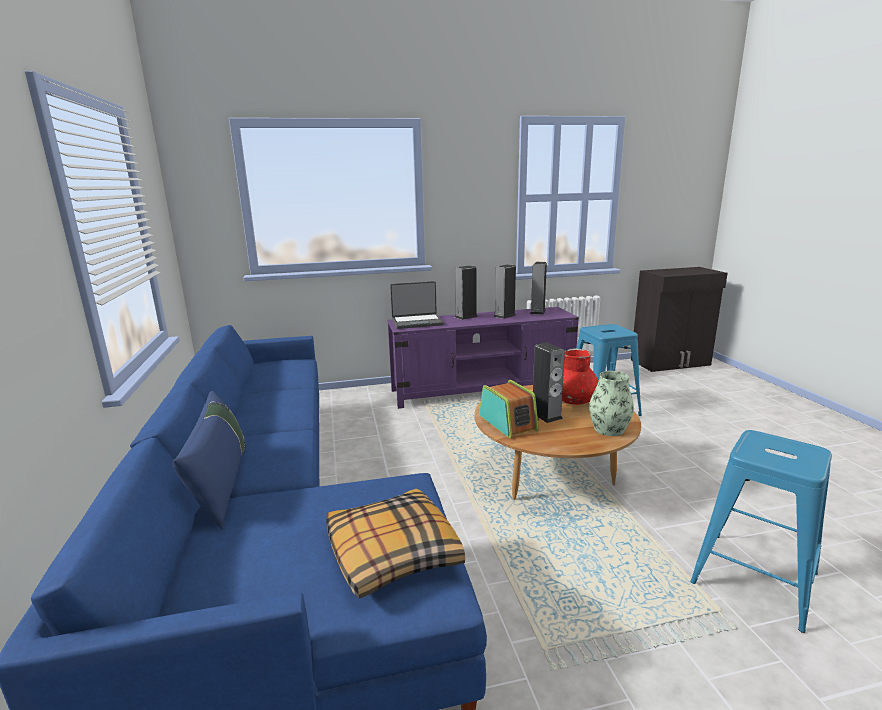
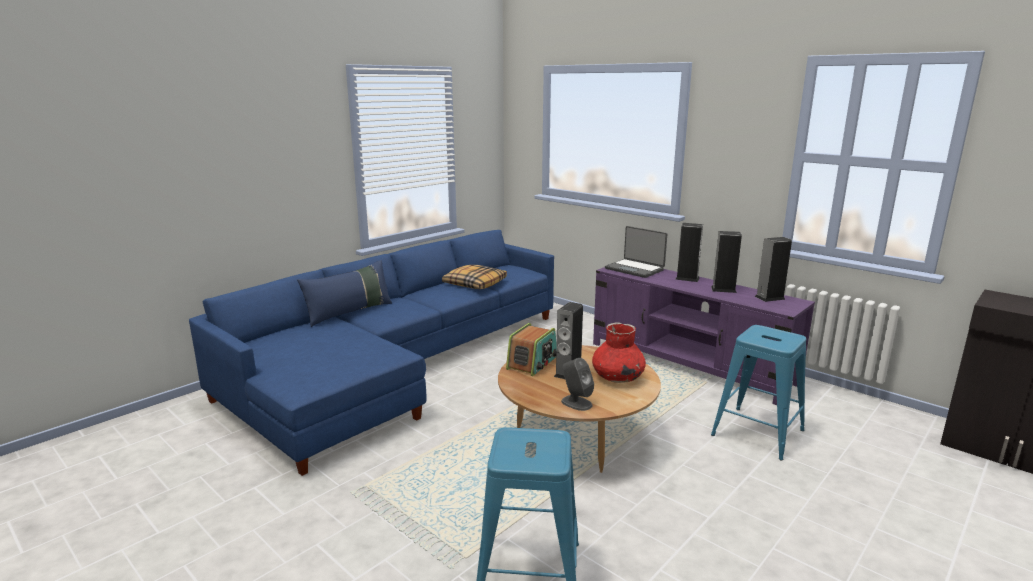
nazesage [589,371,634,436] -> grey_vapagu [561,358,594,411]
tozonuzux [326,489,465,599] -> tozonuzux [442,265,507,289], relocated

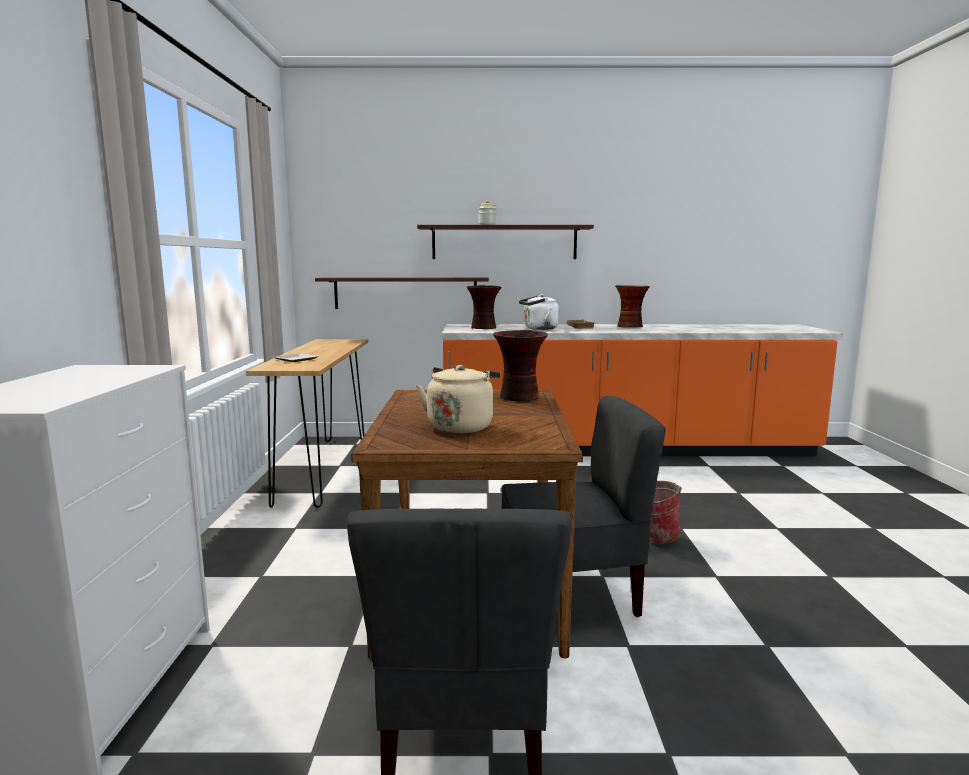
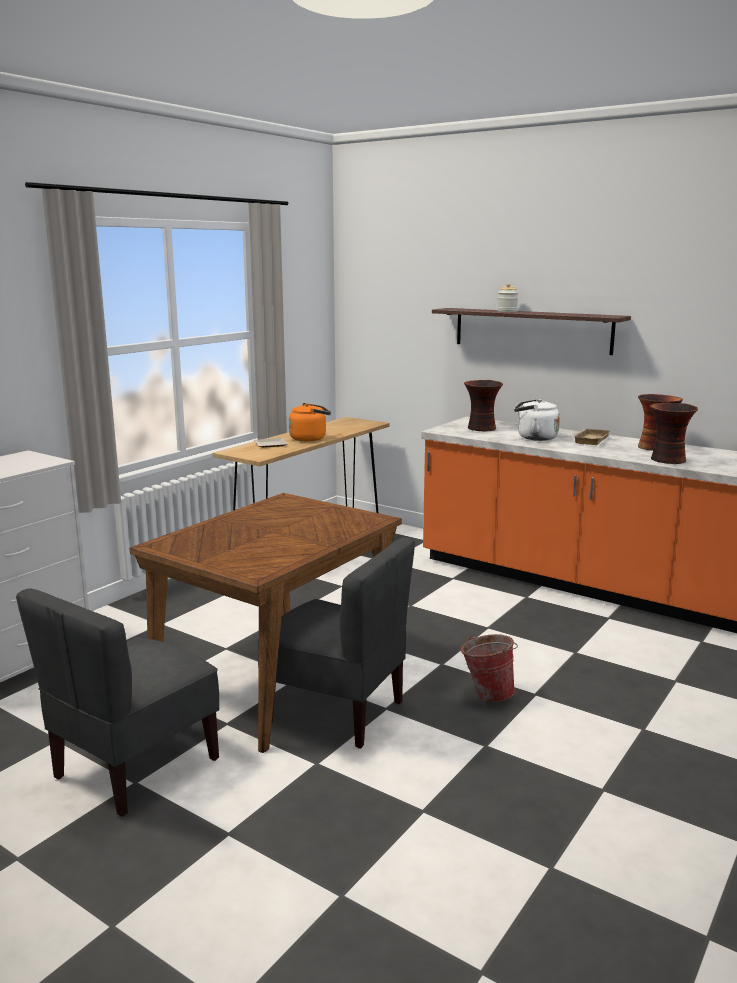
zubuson [315,277,489,309] -> none
nazesage [493,330,548,402] -> nazesage [650,403,698,464], relocated
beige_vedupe [416,365,500,433] -> none
none -> orange_vedupe [289,403,331,441]

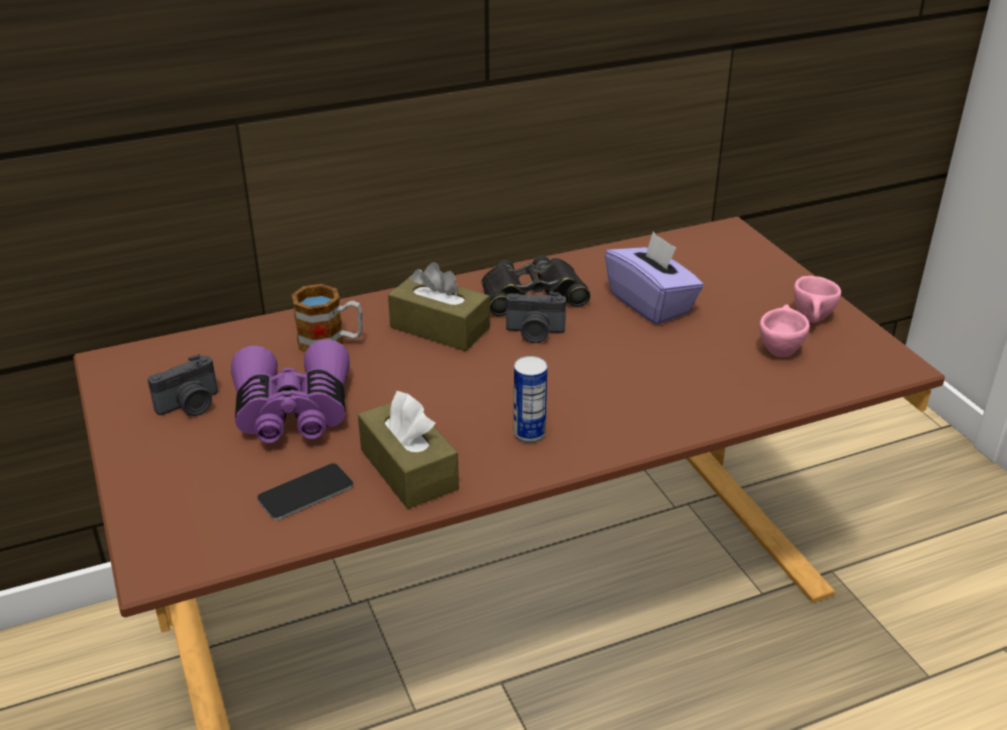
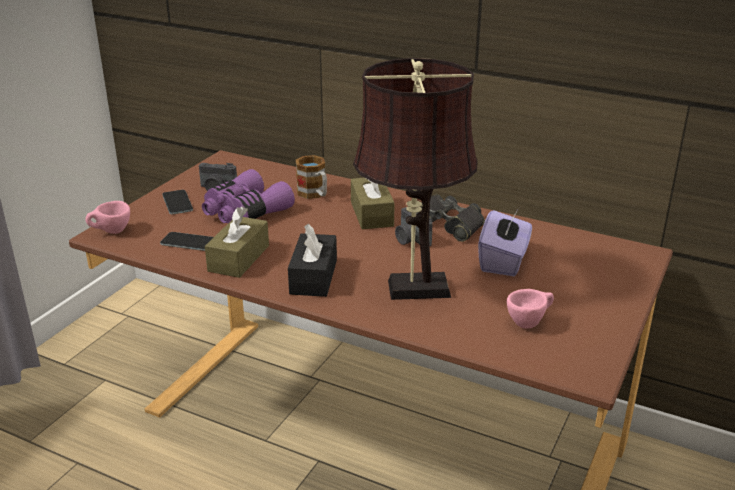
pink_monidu [794,276,841,323] -> pink_monidu [86,201,130,234], relocated
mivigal [514,356,547,443] -> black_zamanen [288,223,337,297]
none -> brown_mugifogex [353,58,478,300]
none -> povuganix [162,190,193,214]

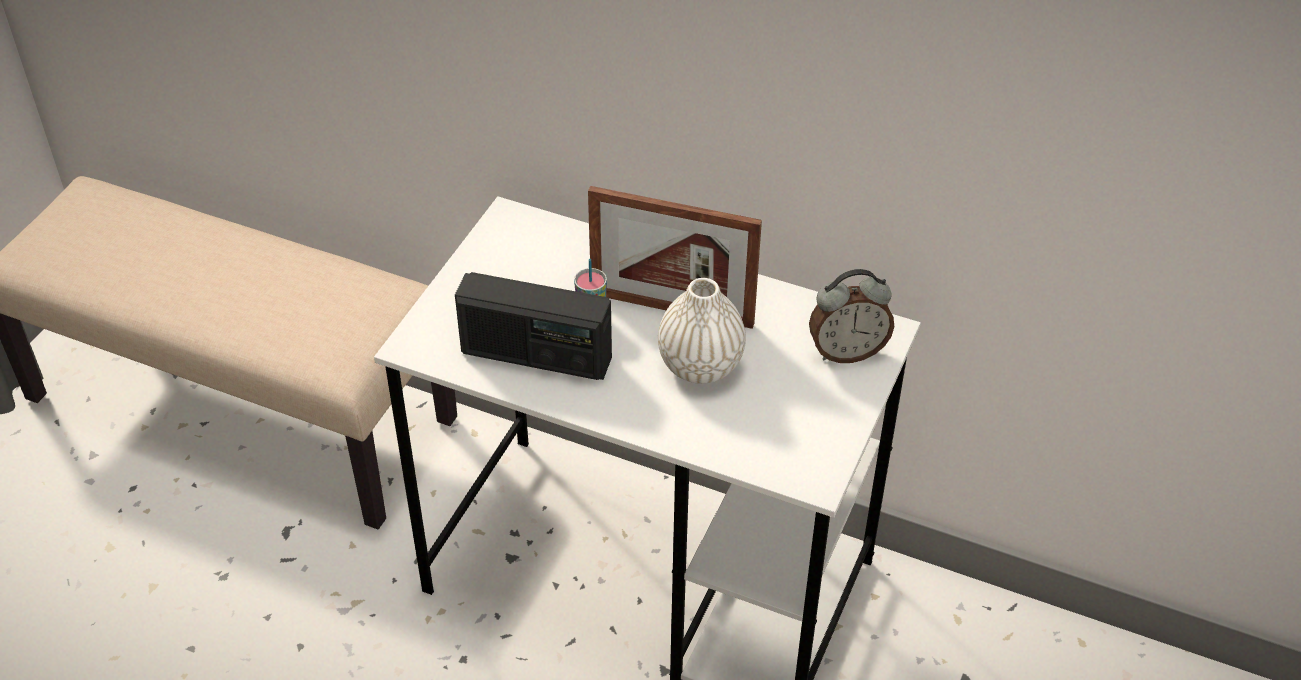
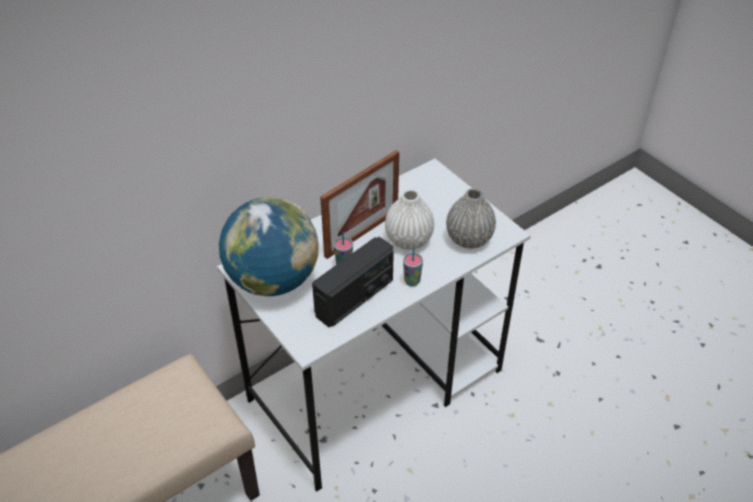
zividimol [809,269,894,363] -> none
none -> grey_nazesage [446,188,496,249]
none -> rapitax [219,197,319,296]
none -> monidu [403,248,423,287]

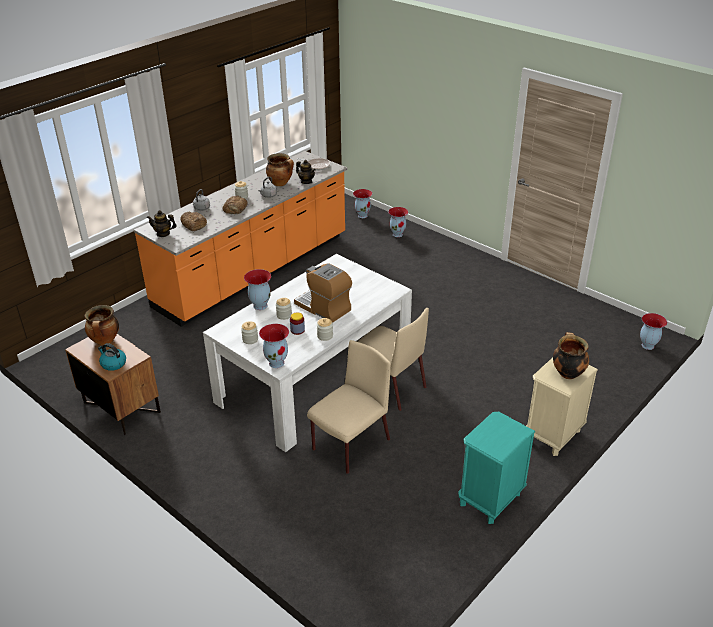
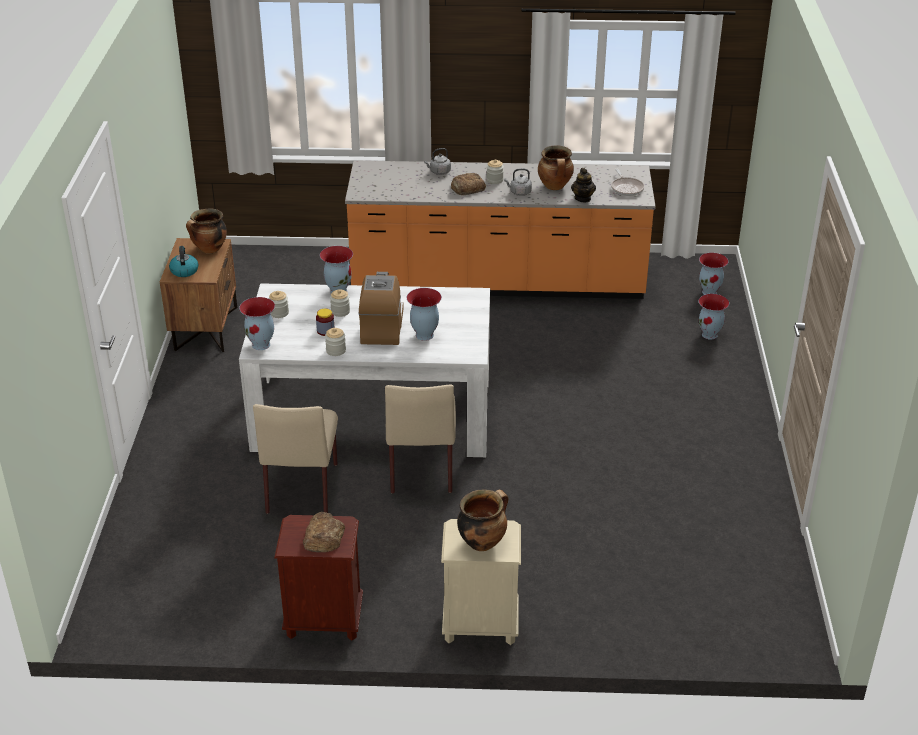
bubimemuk [147,210,177,237] -> none
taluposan [180,212,207,231] -> taluposan [303,512,345,552], relocated
nazesage [640,313,667,350] -> nazesage [407,288,442,341], relocated
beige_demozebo [307,340,391,474] -> beige_demozebo [253,404,338,514], 90 degrees clockwise
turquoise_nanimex [458,412,535,524] -> brown_nanimex [274,515,363,641]

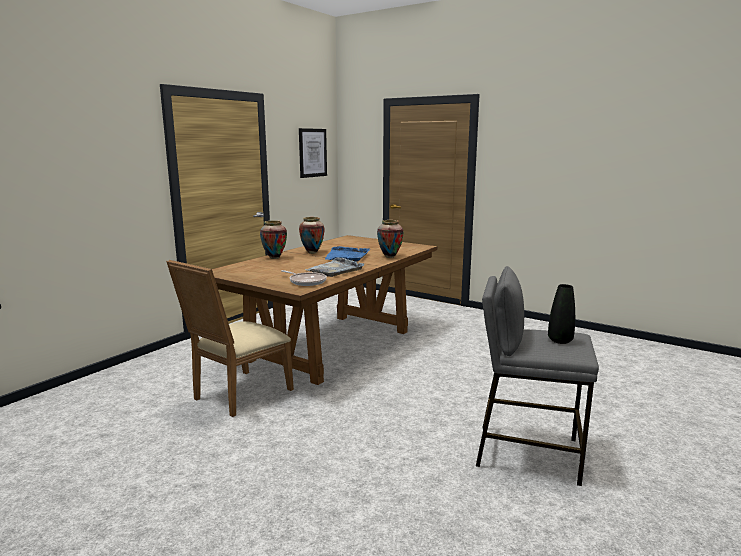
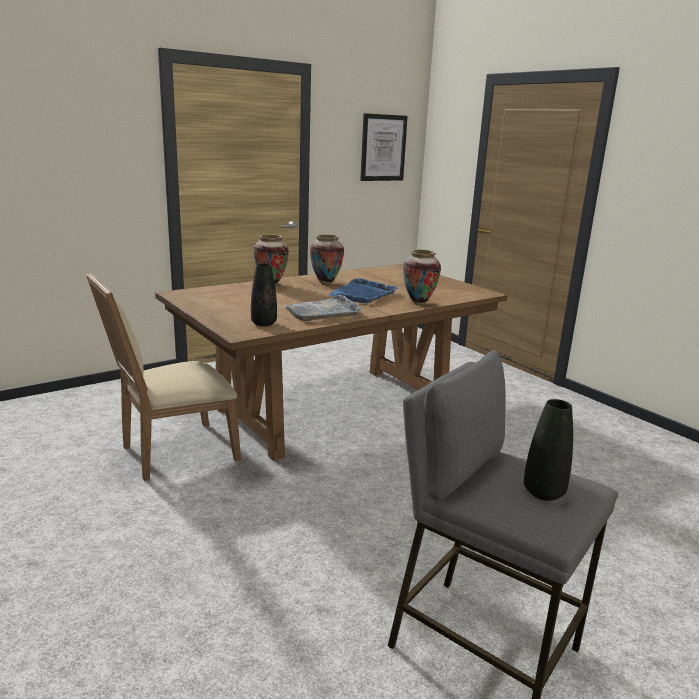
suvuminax [281,270,327,286] -> black_nazesage [251,264,277,326]

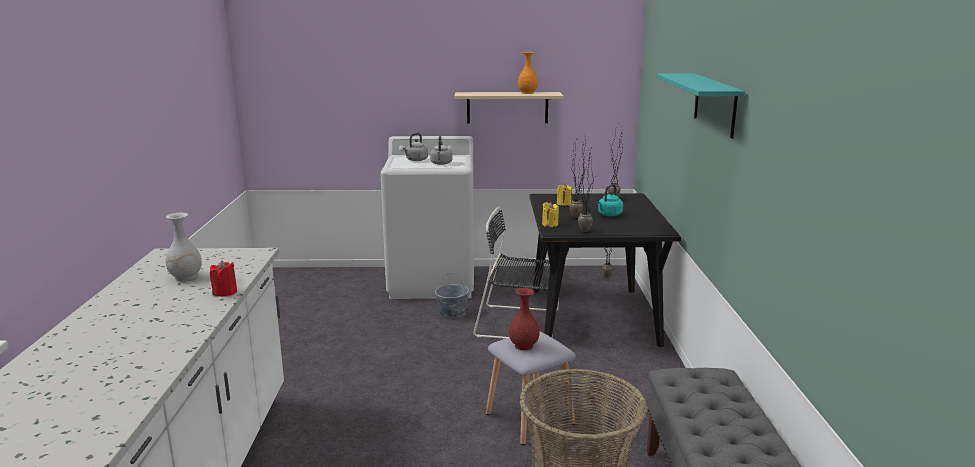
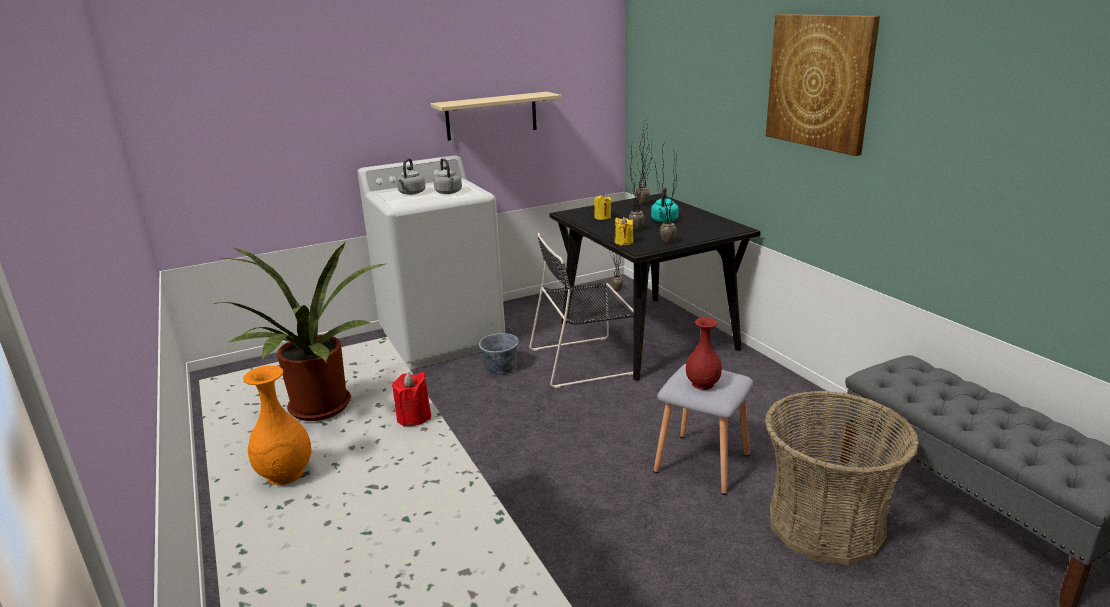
orange_nazesage [518,52,538,94] -> orange_nazesage [243,365,311,485], relocated
turquoise_zubuson [656,74,745,139] -> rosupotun [766,14,880,156]
white_nazesage [165,213,202,281] -> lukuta [214,242,385,421]

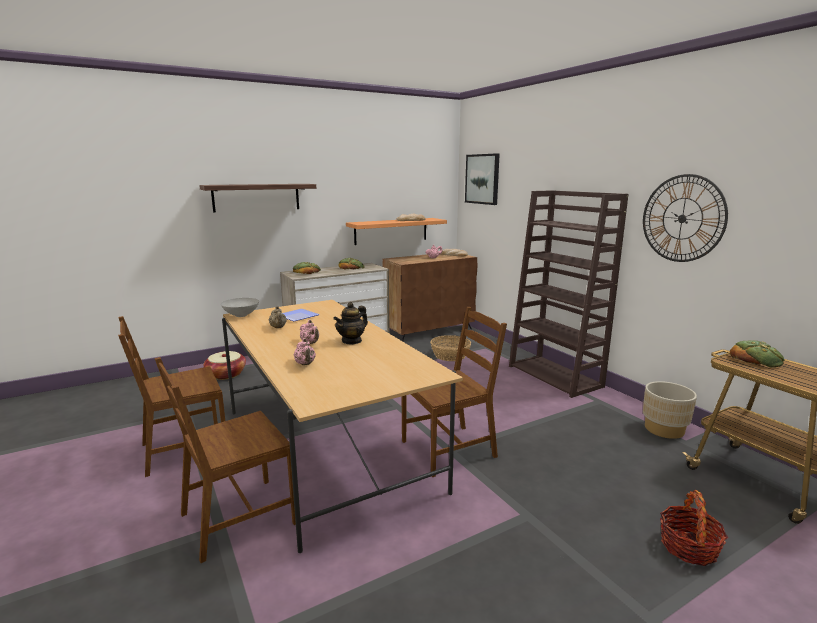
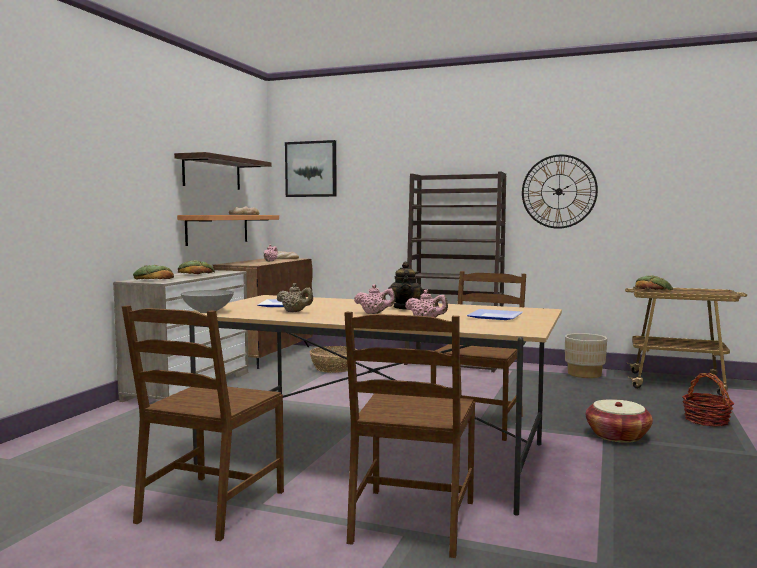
zubuson [199,184,316,213] -> zubuson [174,152,271,190], relocated
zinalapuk [204,351,246,380] -> zinalapuk [586,399,653,443], relocated
none -> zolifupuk [467,309,523,320]

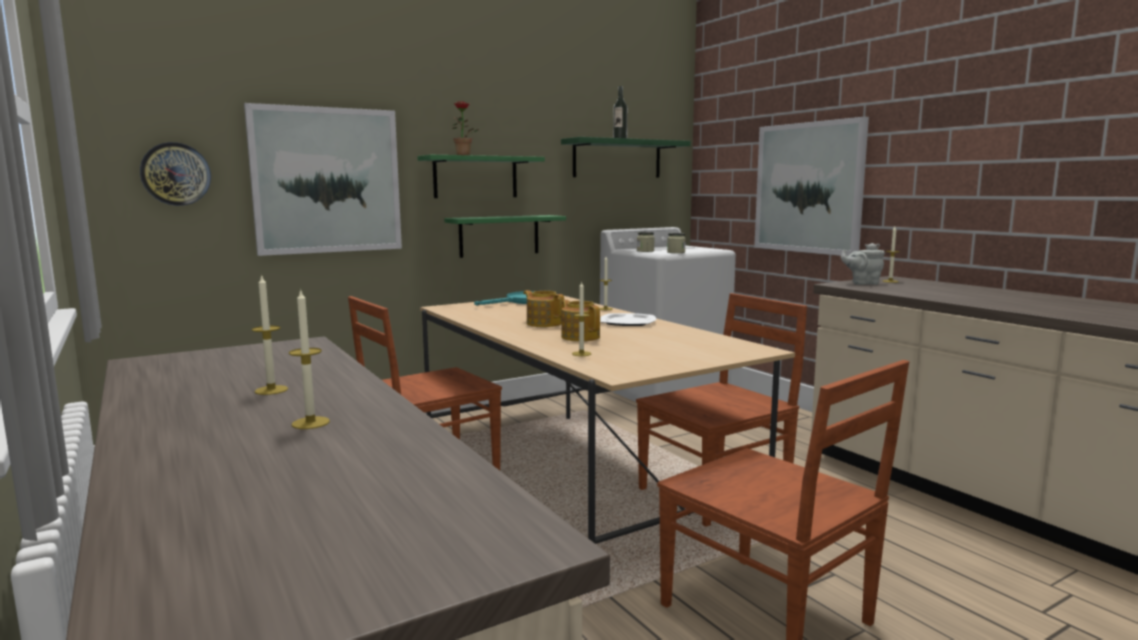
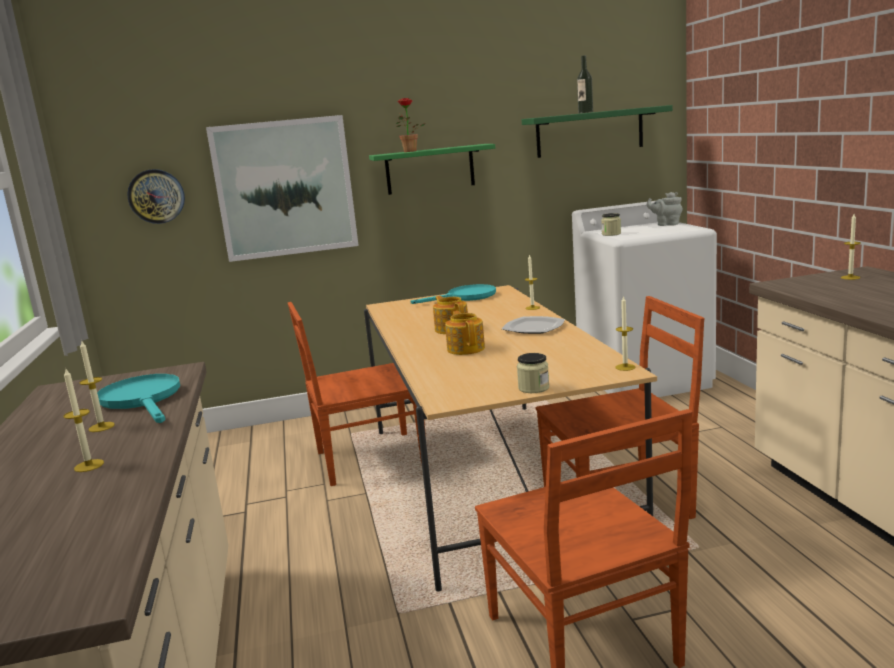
rosupotun [754,117,869,256] -> none
green_zubuson [444,215,566,258] -> none
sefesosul [667,233,686,253] -> sefesosul [517,353,549,393], relocated
grey_bubimemuk [841,243,885,285] -> grey_bubimemuk [647,192,683,226], relocated
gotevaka [572,281,591,356] -> gotevaka [615,295,635,371], relocated
none -> turquoise_suvuminax [97,374,180,423]

